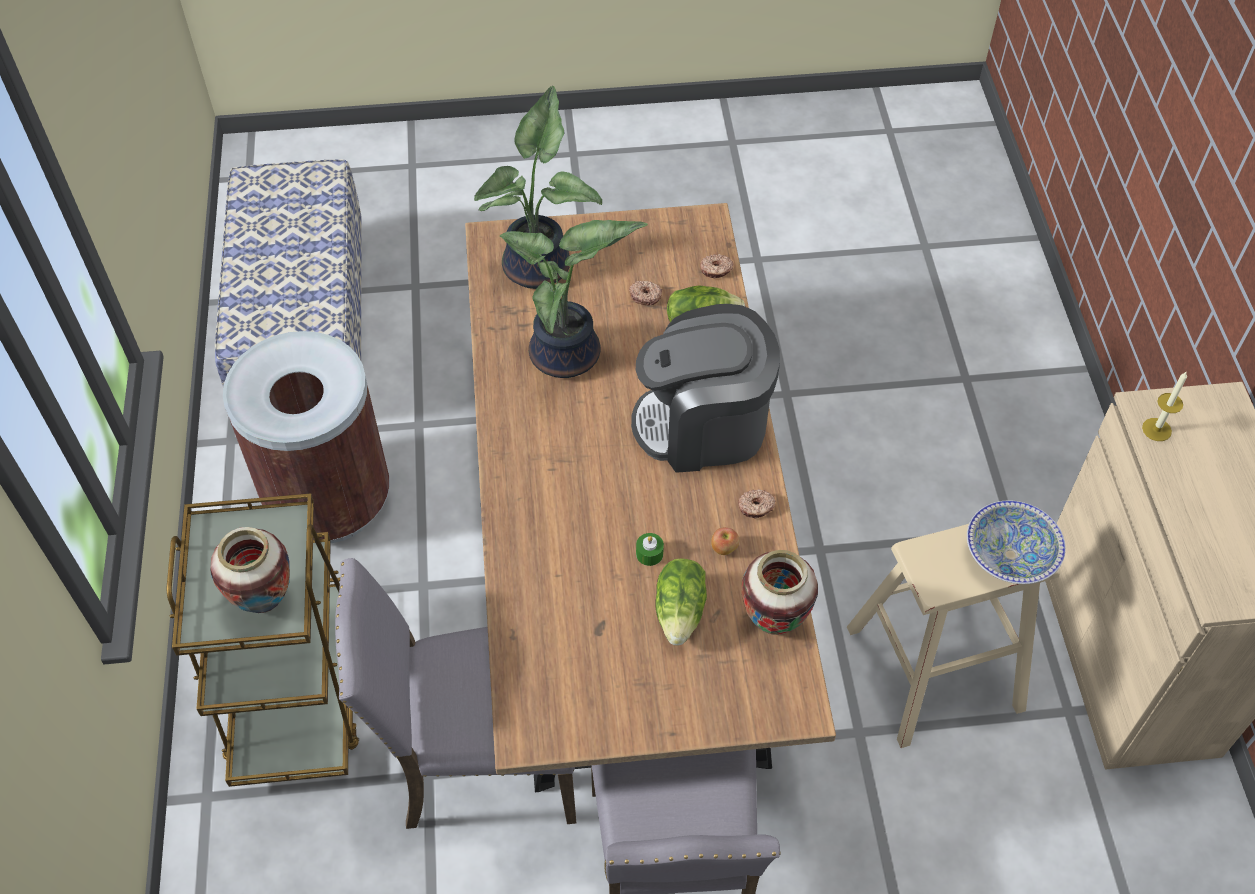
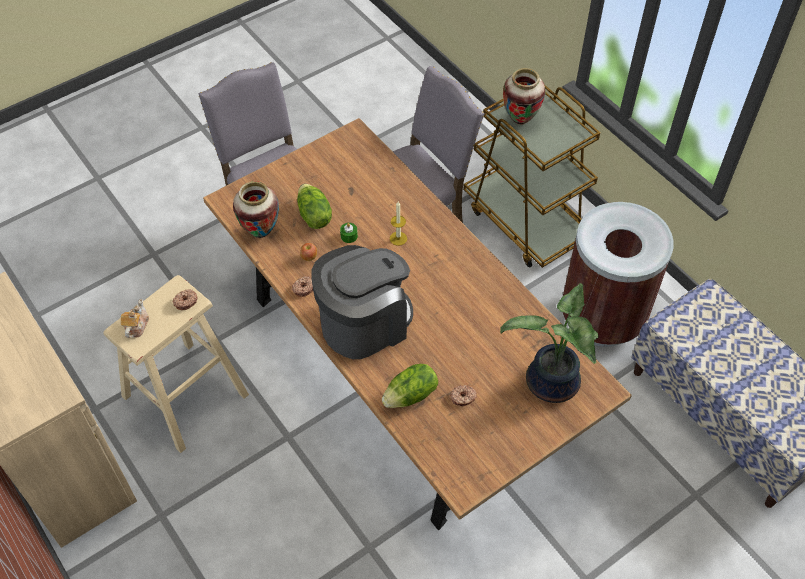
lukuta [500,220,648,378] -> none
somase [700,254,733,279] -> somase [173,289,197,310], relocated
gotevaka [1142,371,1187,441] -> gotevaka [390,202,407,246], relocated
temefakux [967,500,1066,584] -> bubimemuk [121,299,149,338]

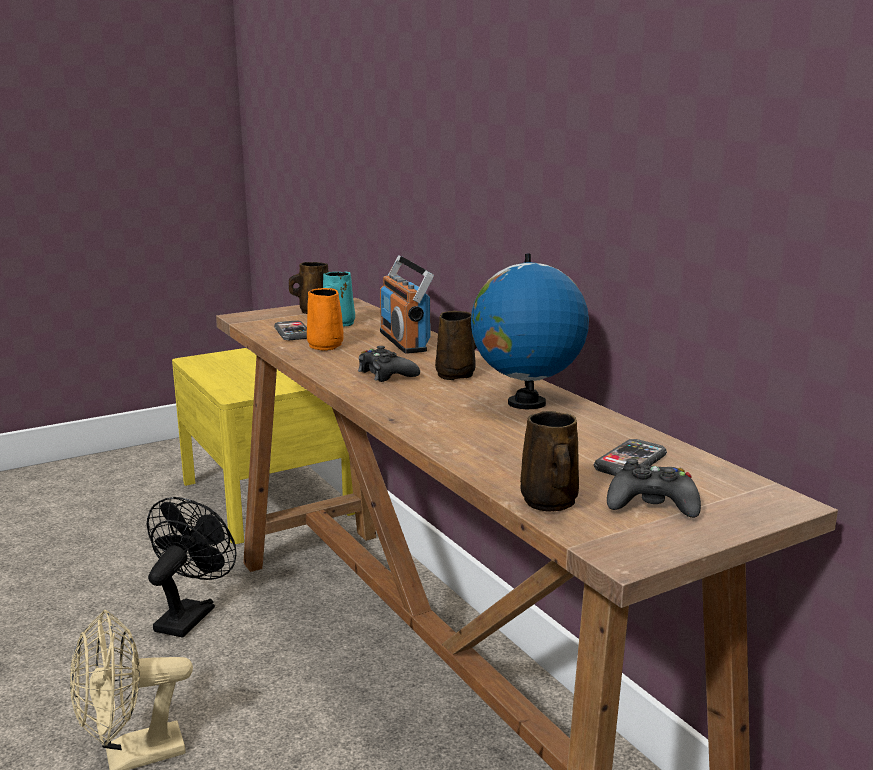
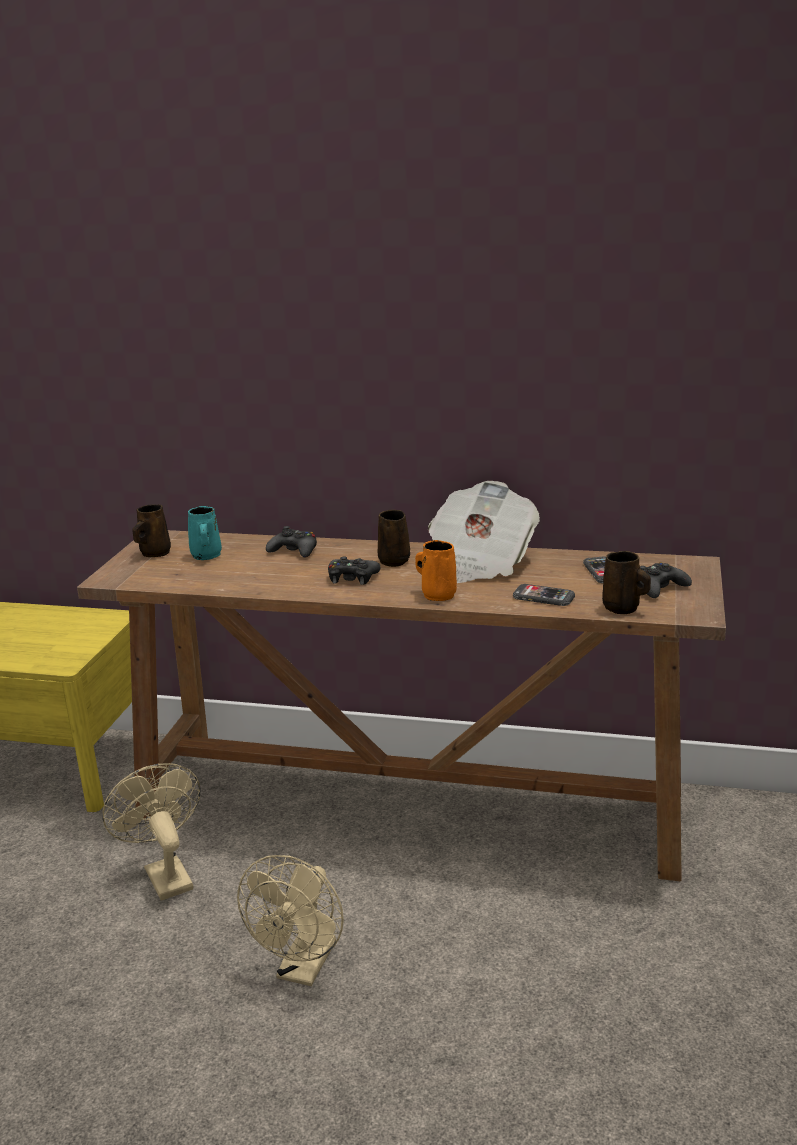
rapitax [471,254,589,409] -> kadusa [428,481,540,583]
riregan [380,255,434,354] -> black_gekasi [266,526,317,558]
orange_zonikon [307,288,344,351] -> orange_zonikon [415,540,457,601], relocated
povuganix [274,321,307,340] -> povuganix [513,584,575,606], relocated
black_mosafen [147,497,237,638] -> beige_mosafen [102,763,200,901]

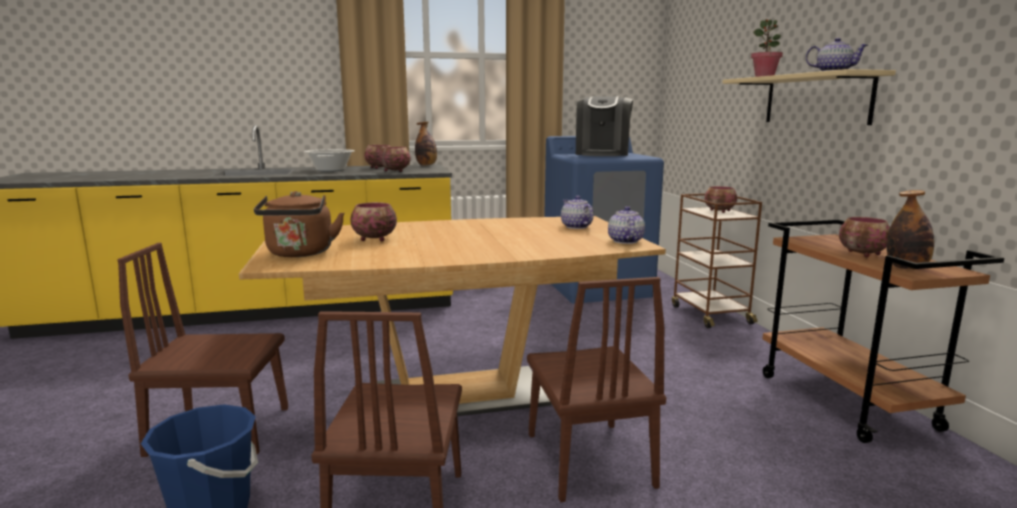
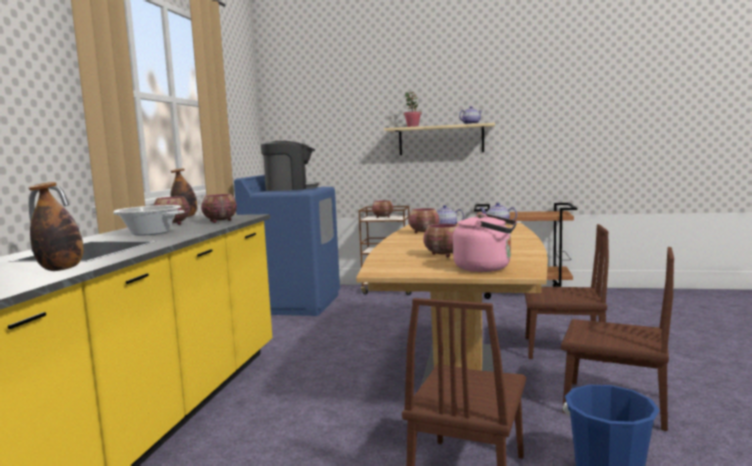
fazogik [576,96,633,156] -> fazogik [261,141,319,191], 45 degrees counterclockwise
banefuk [887,190,934,269] -> banefuk [28,182,84,271], relocated
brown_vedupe [254,191,344,257] -> pink_vedupe [453,213,517,272]
temefakux [839,217,890,257] -> temefakux [408,208,439,233], relocated

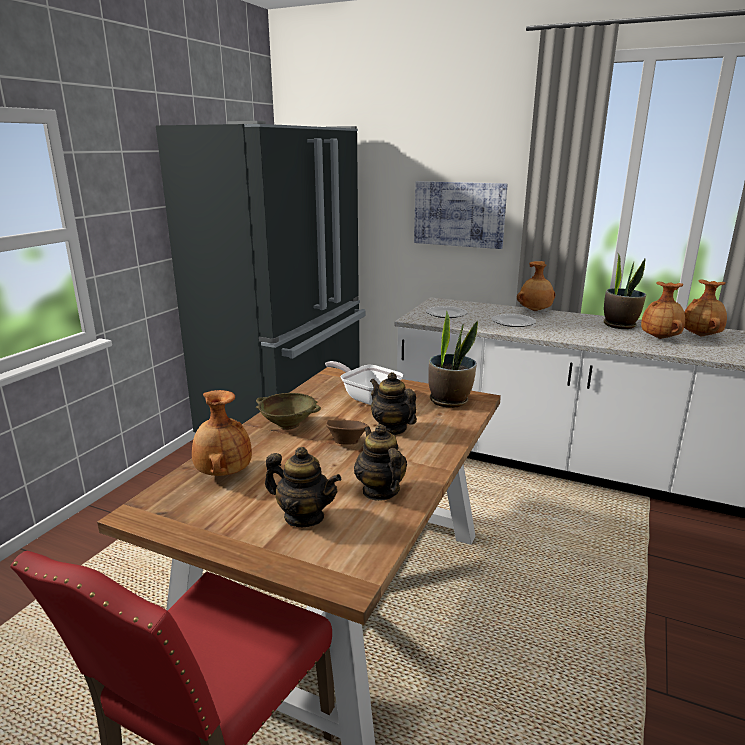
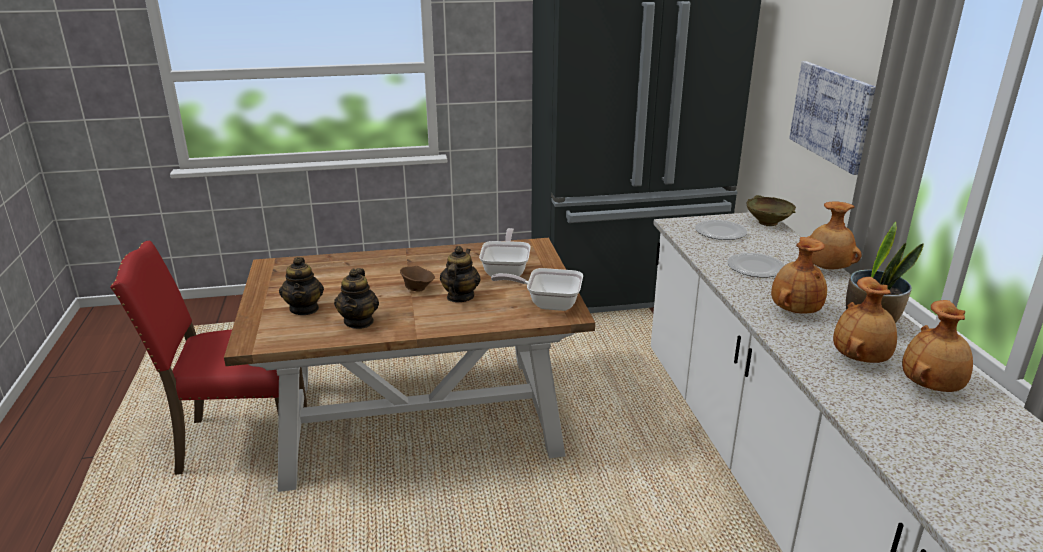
lukuta [428,311,478,408] -> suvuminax [491,268,583,311]
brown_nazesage [192,390,252,476] -> brown_nazesage [771,237,827,313], relocated
beige_temefakux [256,393,321,430] -> beige_temefakux [746,195,796,226], relocated
bubimemuk [354,424,407,501] -> bubimemuk [334,268,379,329], 150 degrees clockwise

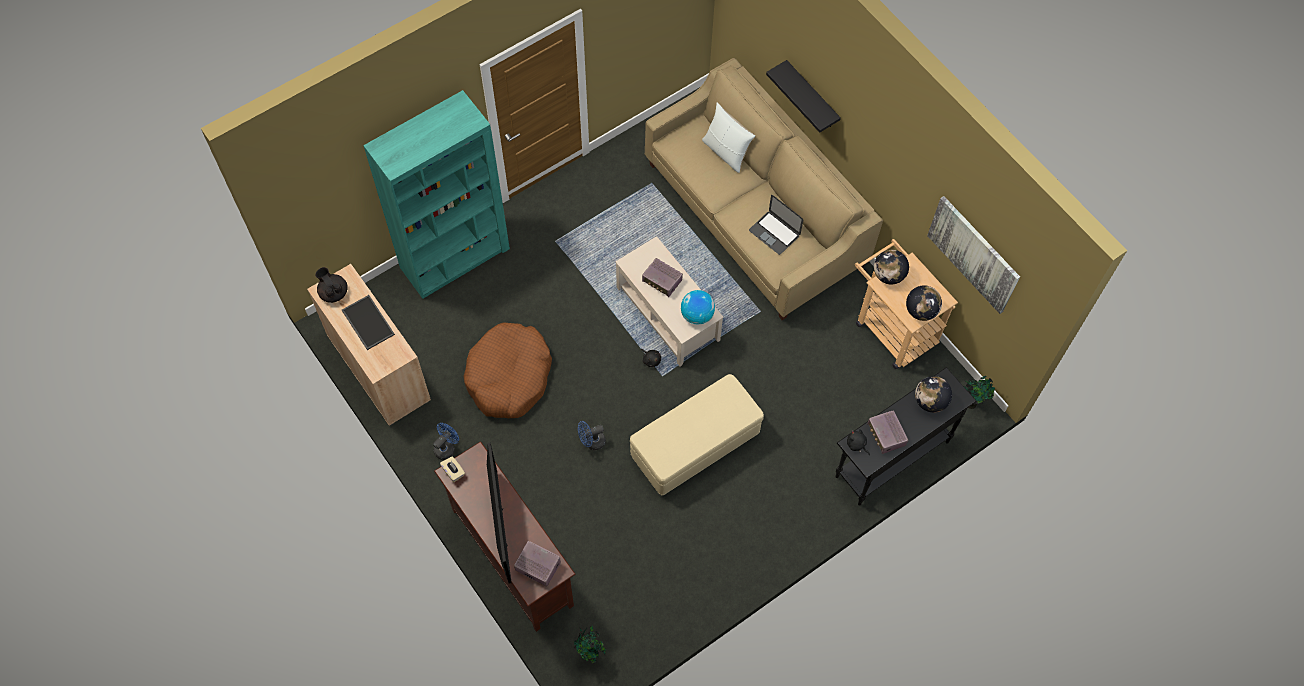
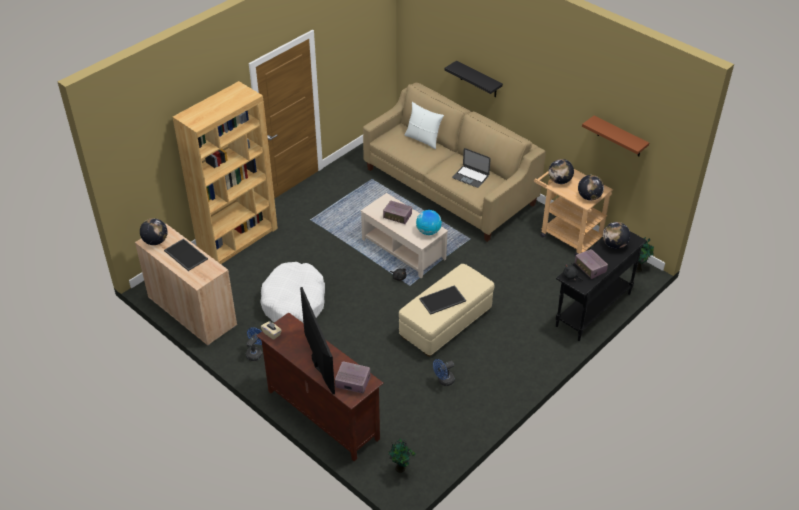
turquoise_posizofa [363,90,510,299] -> brown_posizofa [172,81,278,264]
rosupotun [927,196,1020,314] -> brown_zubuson [582,116,649,156]
black_bubimemuk [315,267,348,303] -> rapitax [140,218,168,245]
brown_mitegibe [463,322,552,418] -> white_mitegibe [260,262,325,323]
blue_mosafen [578,421,606,450] -> blue_mosafen [433,359,455,386], relocated
none -> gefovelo [419,285,466,315]

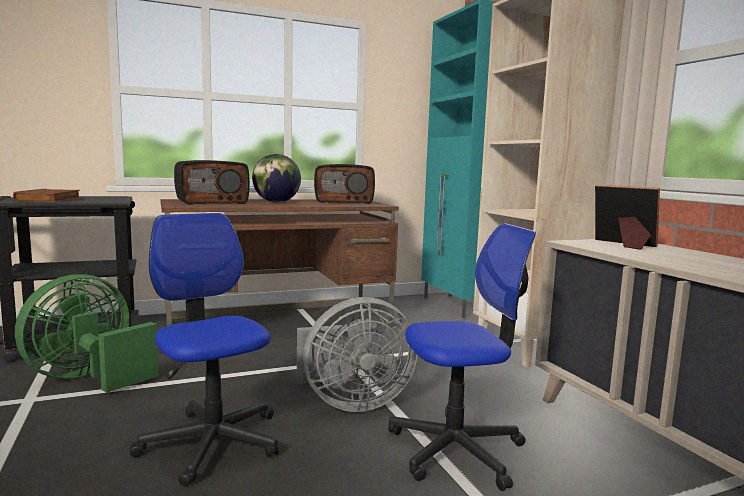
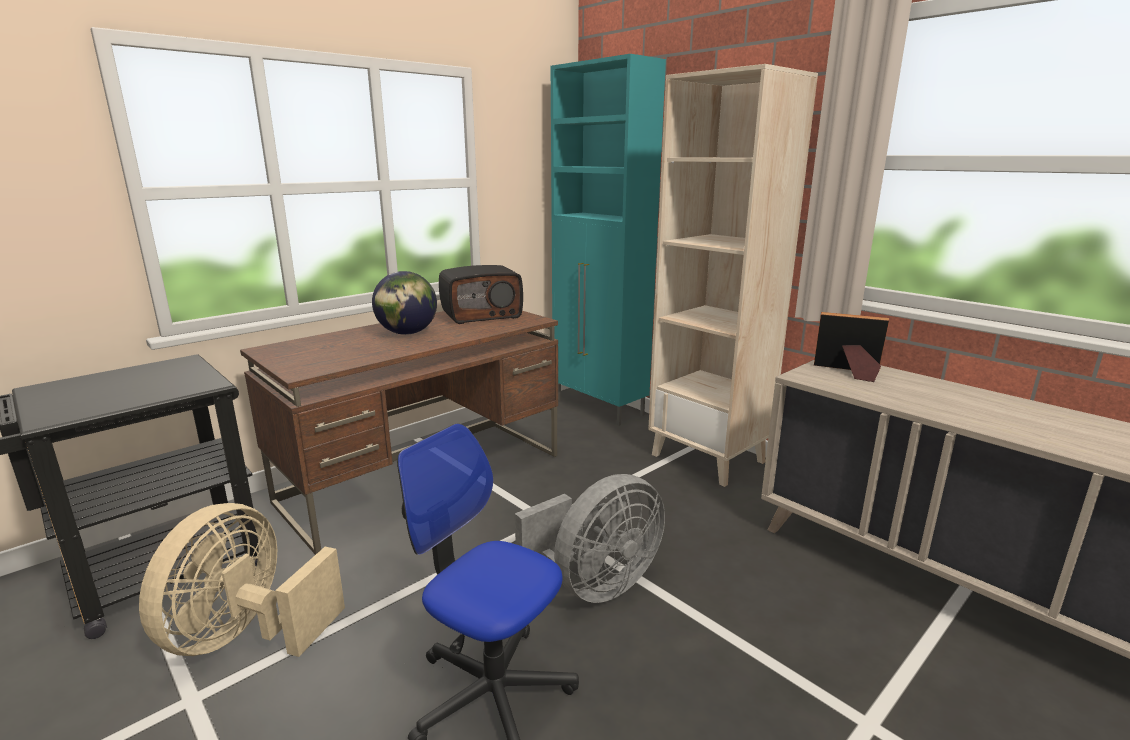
riregan [174,160,250,205] -> none
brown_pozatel [13,189,81,202] -> none
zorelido [388,224,536,491] -> none
green_mosafen [15,274,159,393] -> beige_mosafen [139,503,345,657]

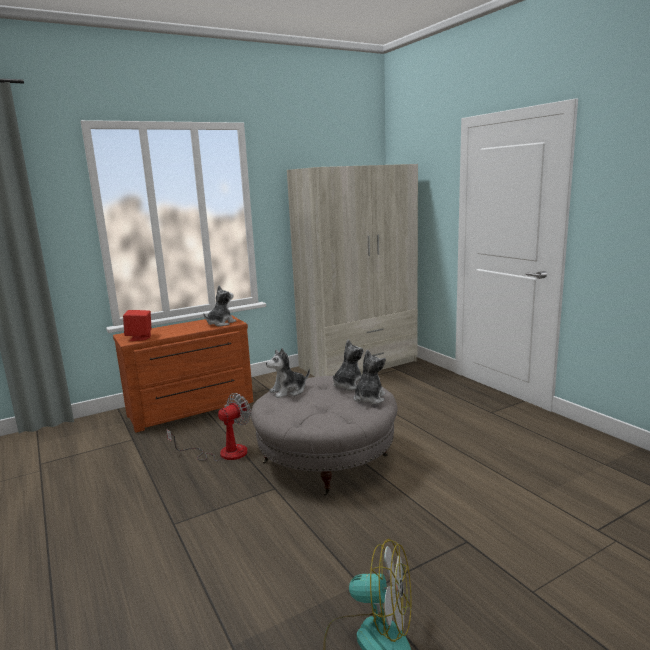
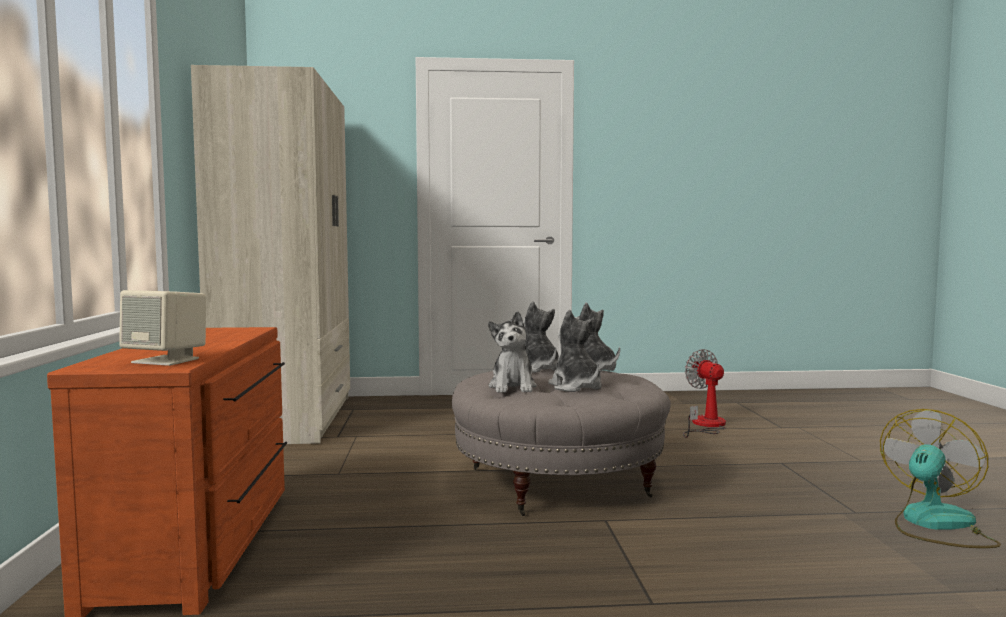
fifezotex [204,285,236,327] -> fifezotex [548,310,602,392], relocated
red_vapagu [123,310,151,341] -> beige_vapagu [119,290,206,366]
mosafen [166,393,251,461] -> mosafen [683,349,726,438], relocated

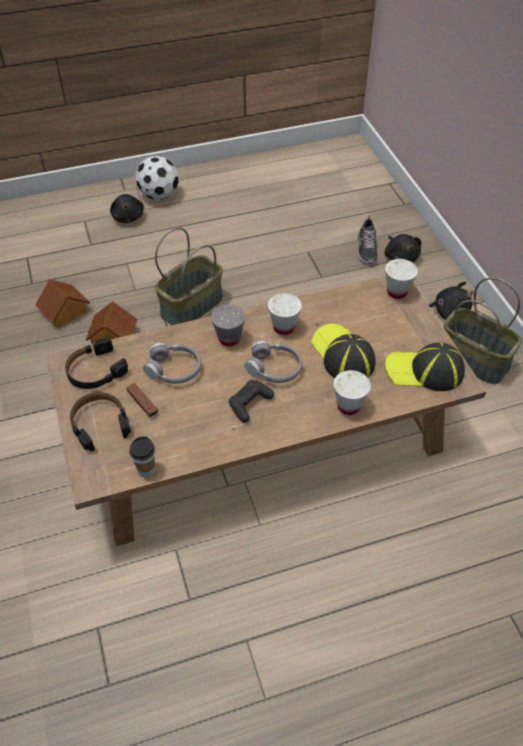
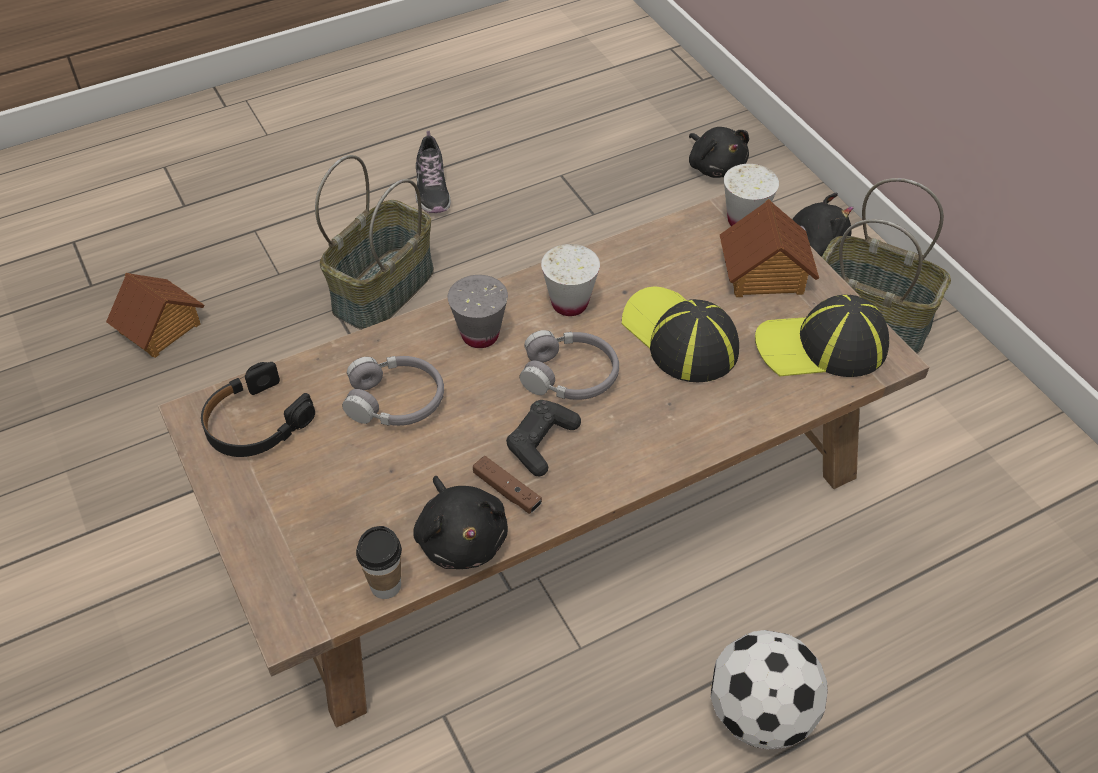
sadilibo [136,156,179,200] -> sadilibo [710,630,828,749], relocated
black_fifezotex [110,194,144,223] -> black_fifezotex [413,476,508,569], relocated
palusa [357,216,378,264] -> palusa [415,131,451,213], relocated
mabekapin [86,301,137,344] -> mabekapin [720,199,819,297], relocated
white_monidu [334,370,371,415] -> none
brown_gekasi [126,383,158,417] -> brown_gekasi [473,456,542,514], relocated
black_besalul [70,392,131,452] -> none

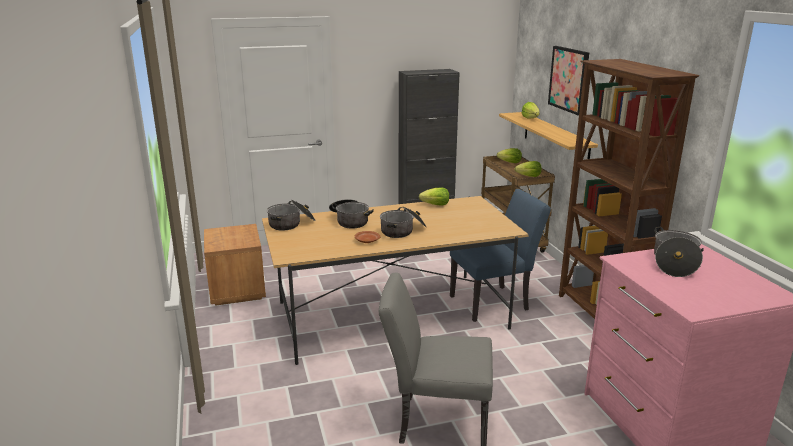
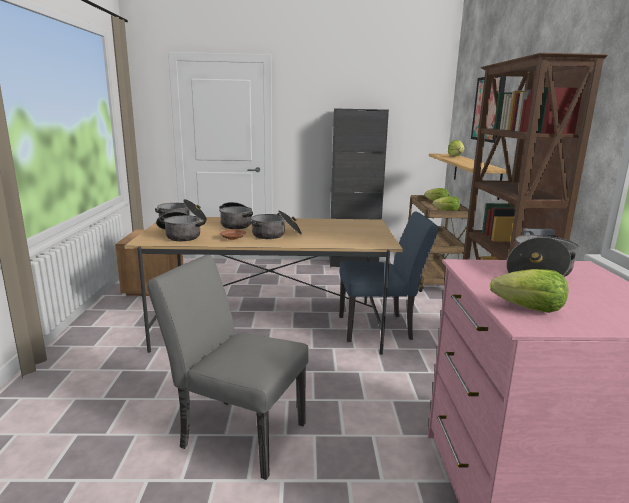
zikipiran [419,188,449,206] -> zikipiran [490,269,568,313], relocated
none -> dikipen [156,212,206,241]

